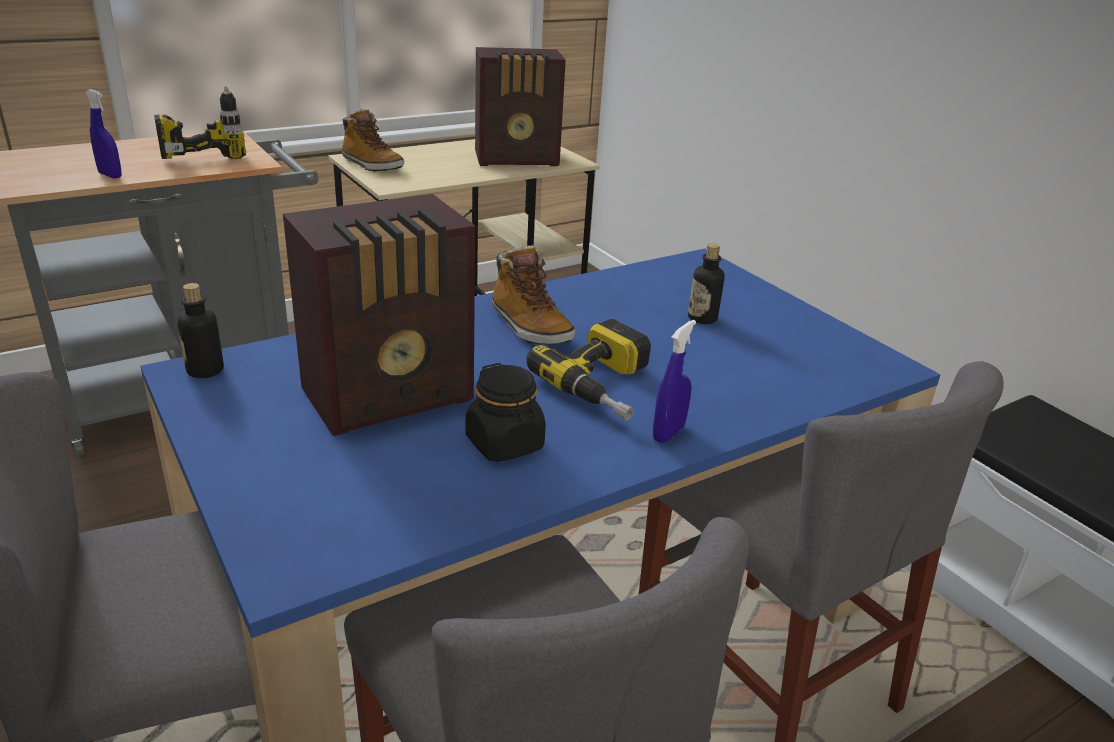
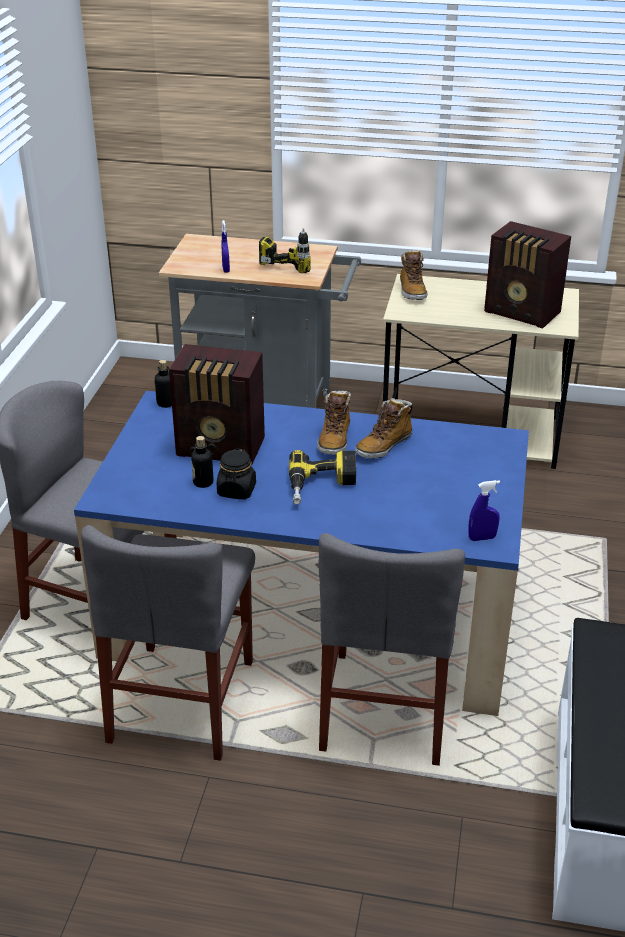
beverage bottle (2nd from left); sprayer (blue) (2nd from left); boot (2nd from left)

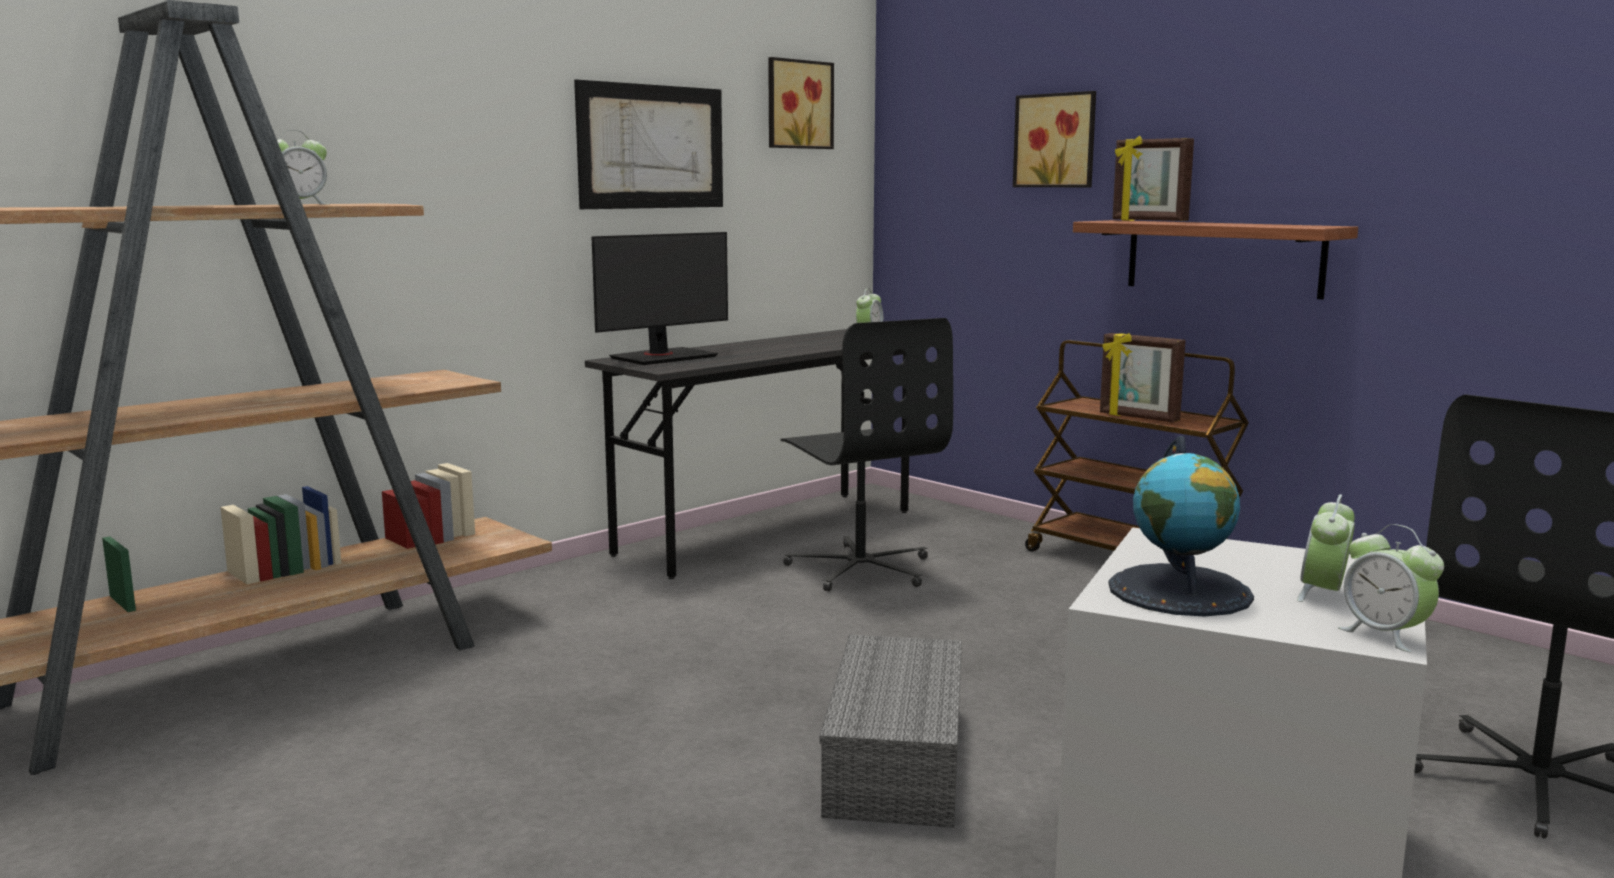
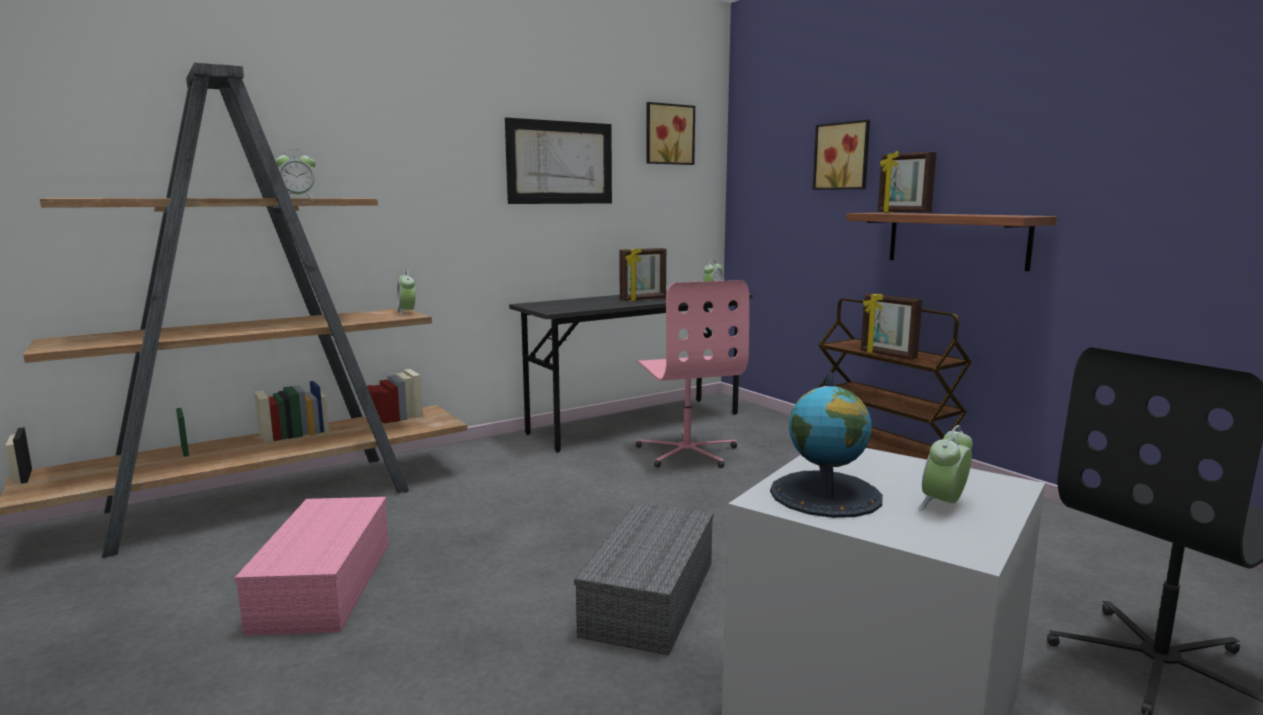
computer screen; desk chair (pink-coloured); table clock (2nd from left); standing frame (1st from left); storage box (pink-coloured)

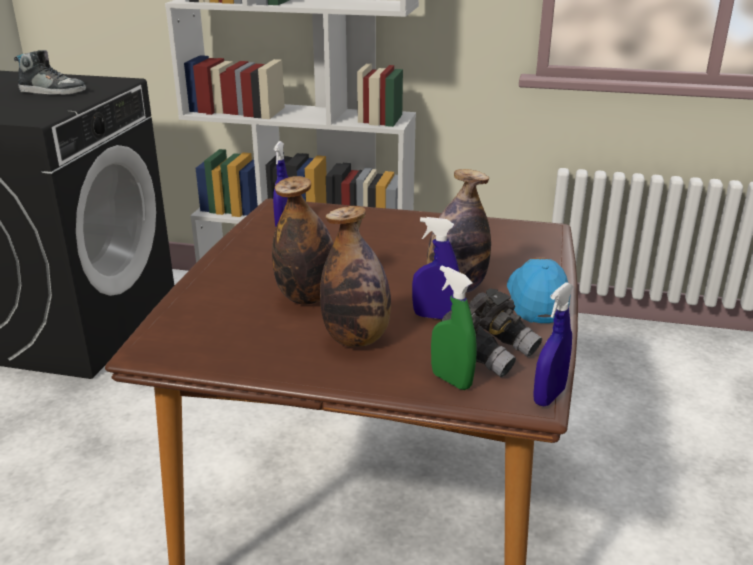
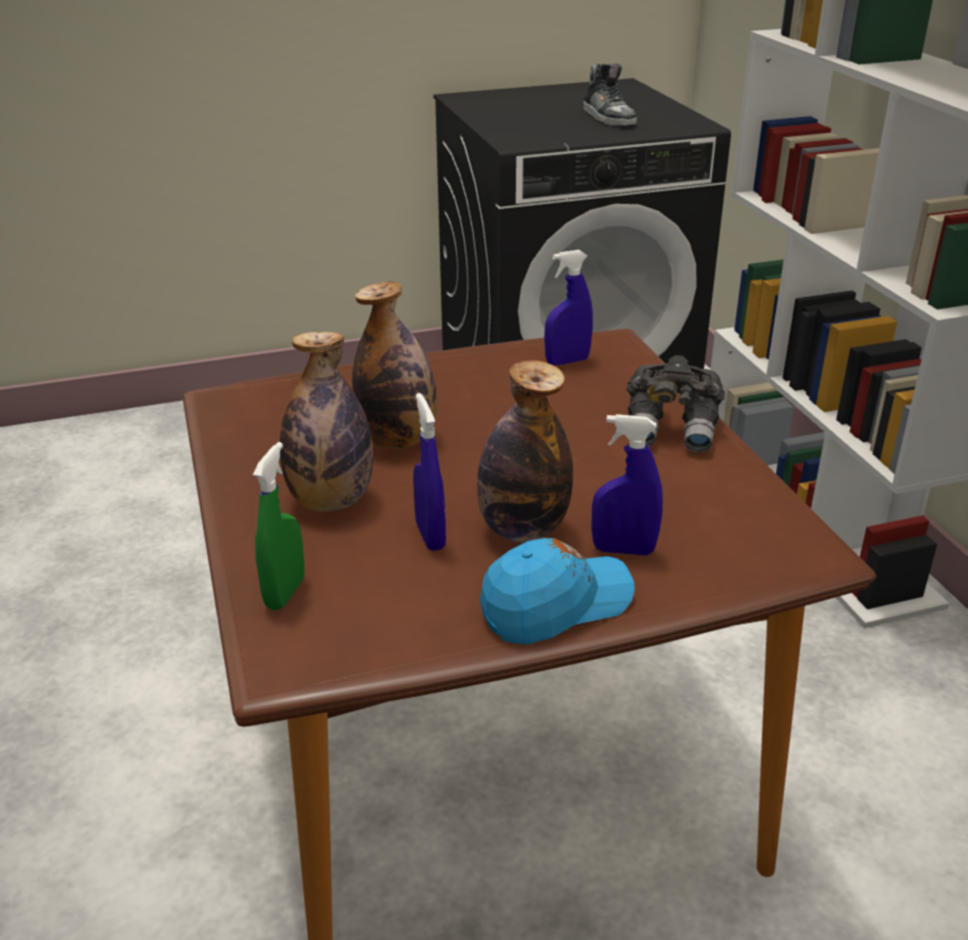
sprayer (blue) (3rd from left); binoculars (gray)

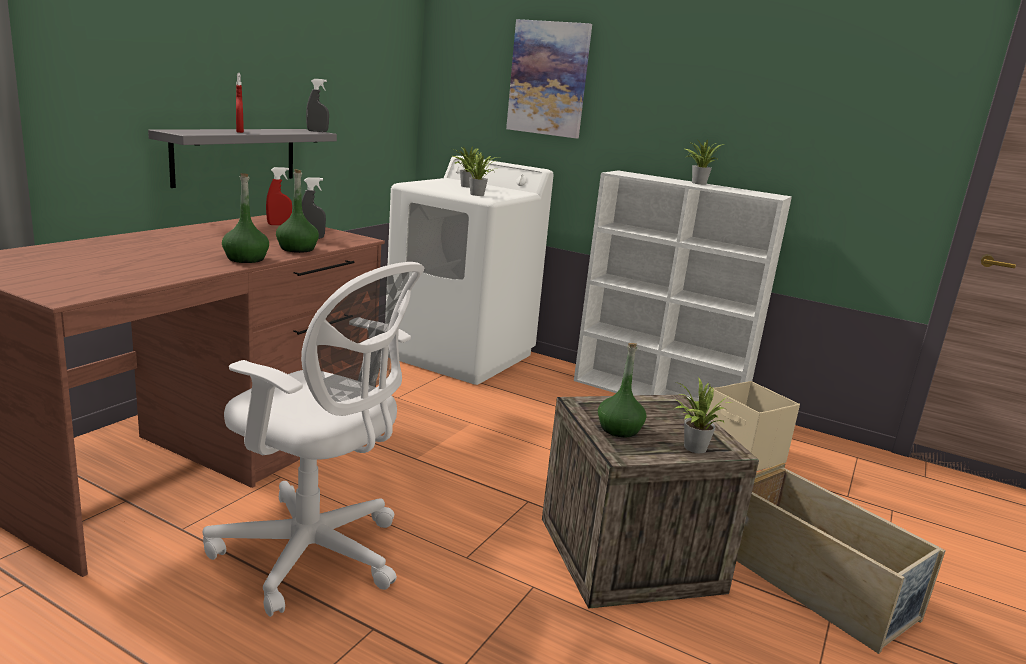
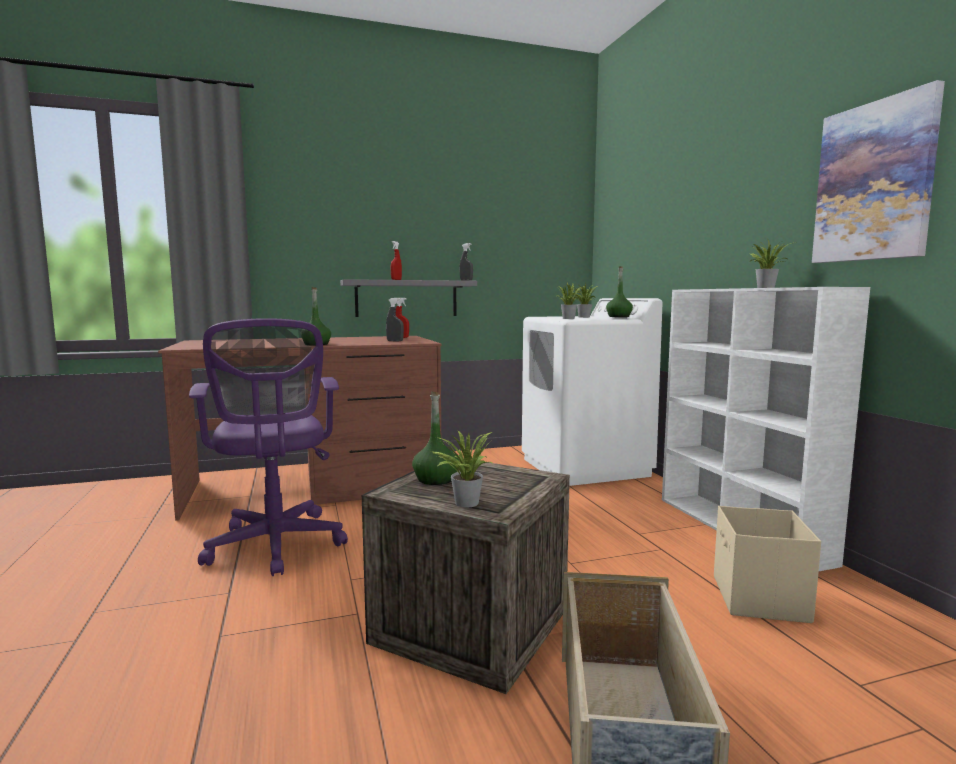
wall picture; beverage bottle (greenish) (3rd from left); desk chair (purple)

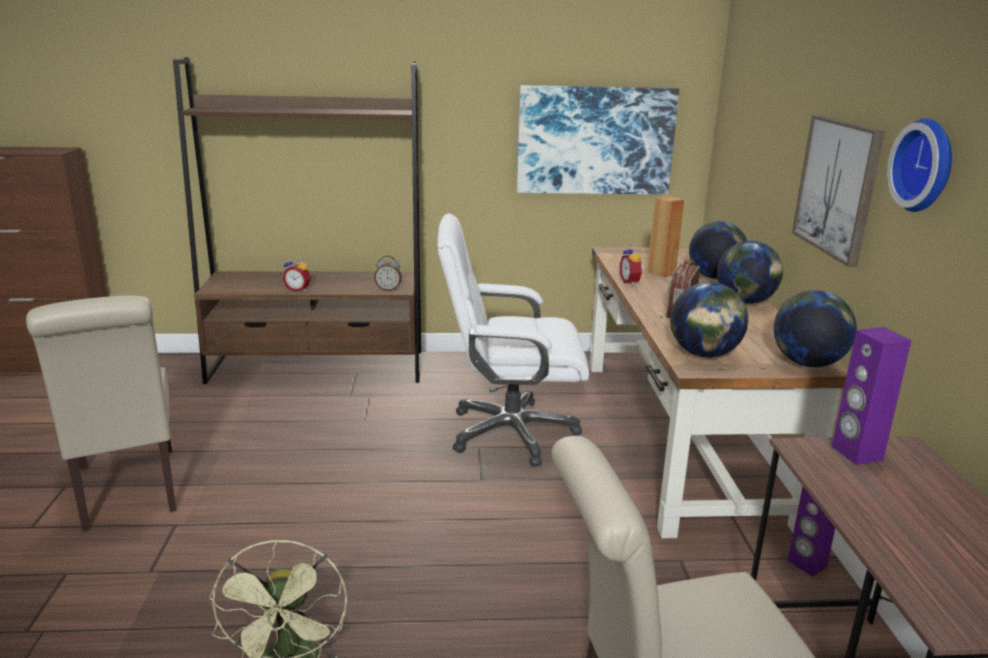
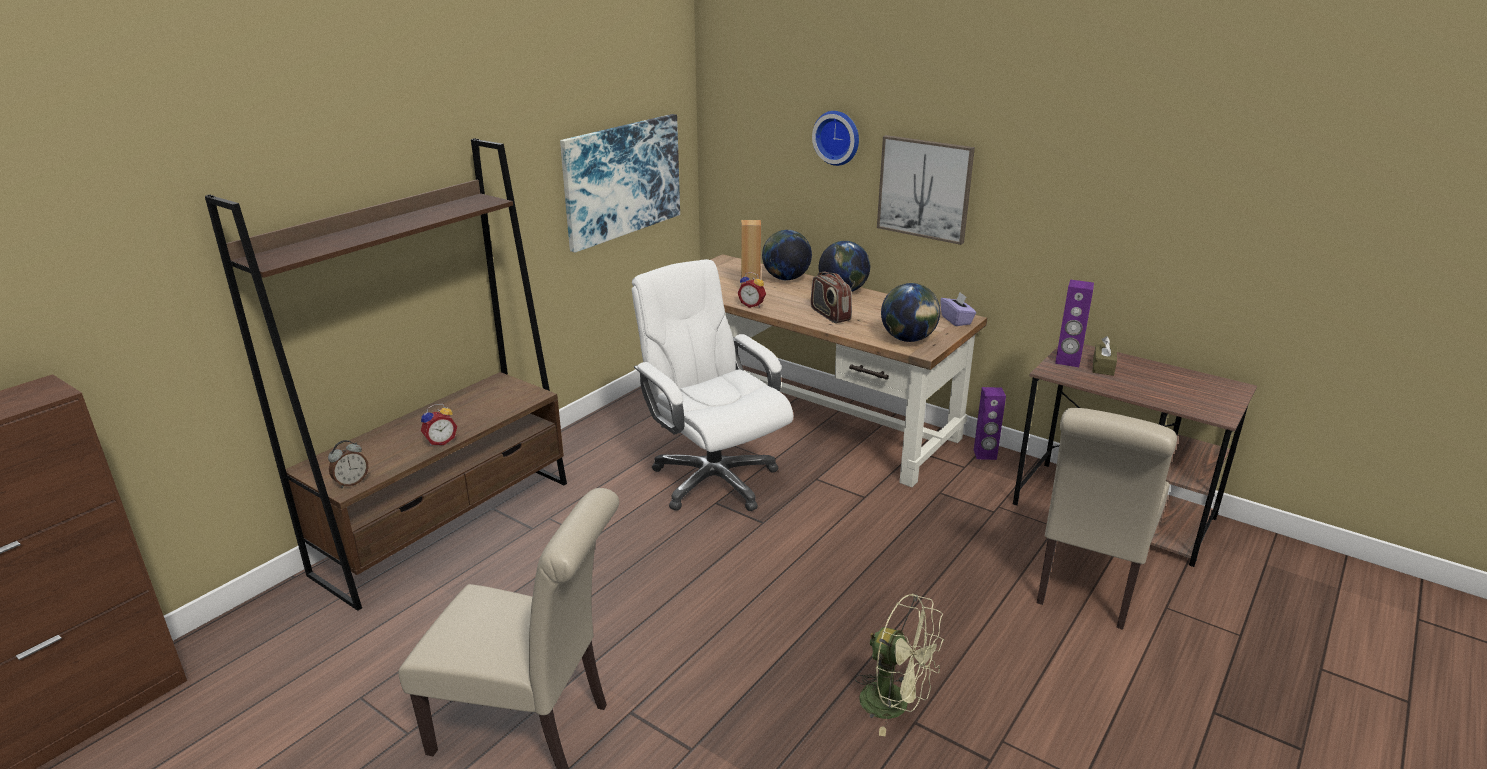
clock on the wall; desk chair (whitish); table clock (1st from left); tissue box (purple); tissue box (brown)

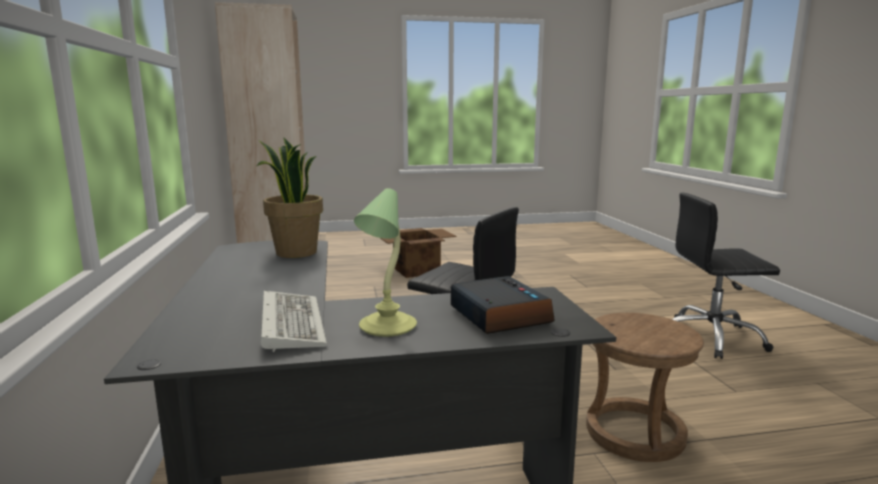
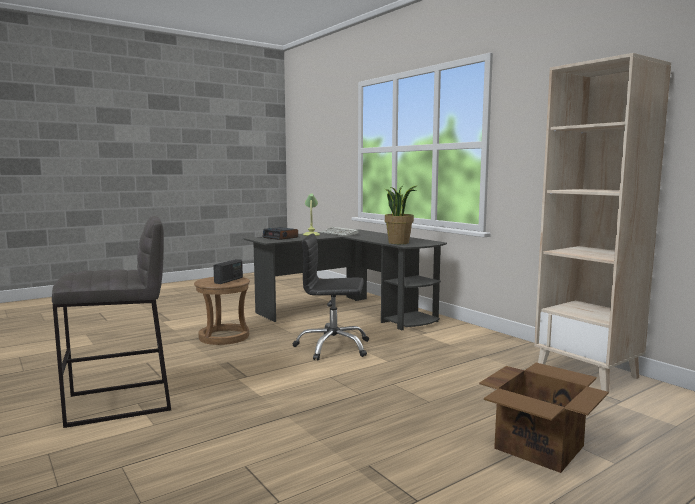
sitting stool (gray); radio receiver

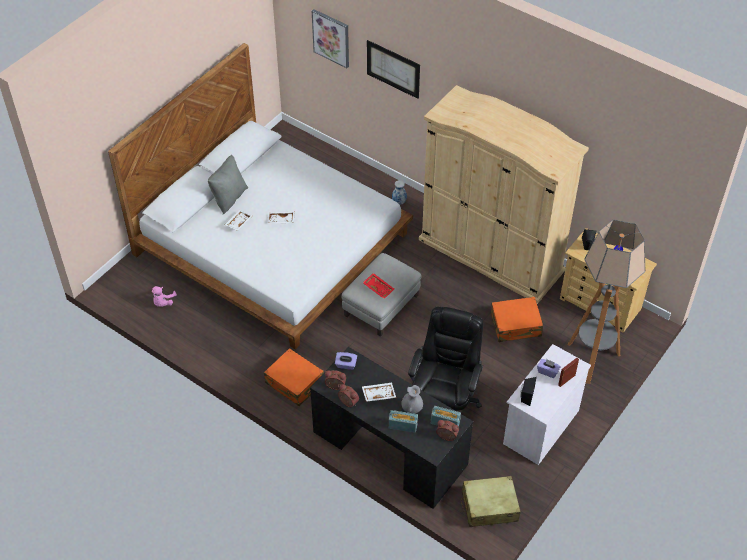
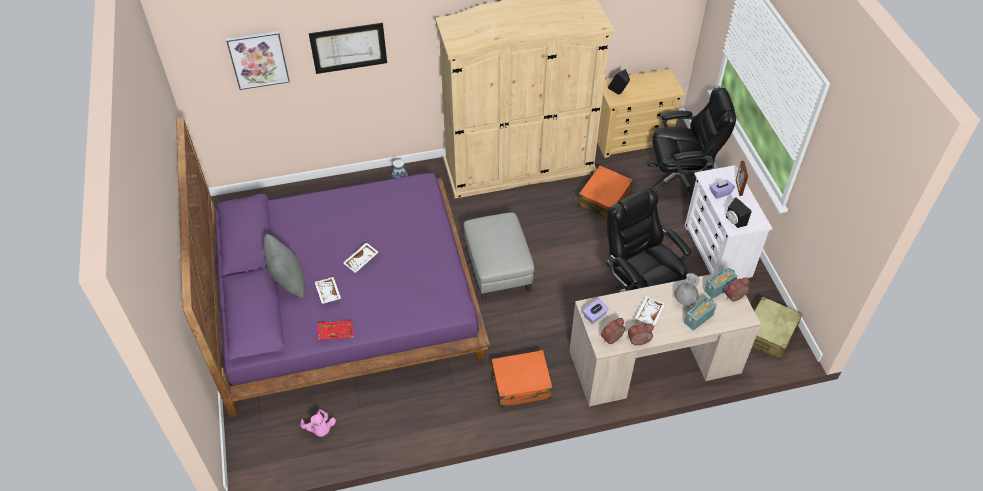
sleeping bed (purple); desk chair (black) (2nd from left); carrying tray (red-coloured); desk unit (beige)

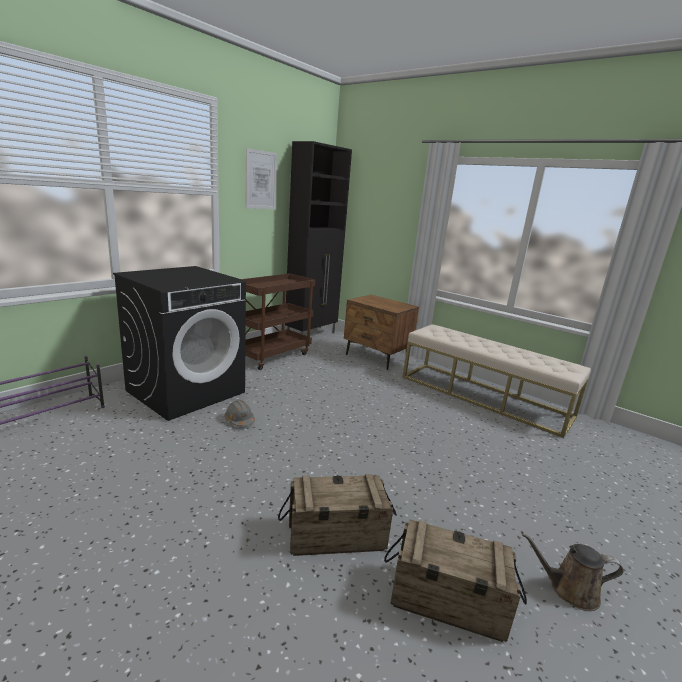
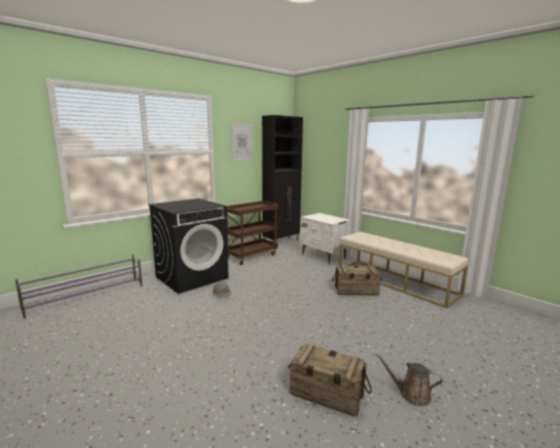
bedside table (whitish); packing crate (2nd from left)

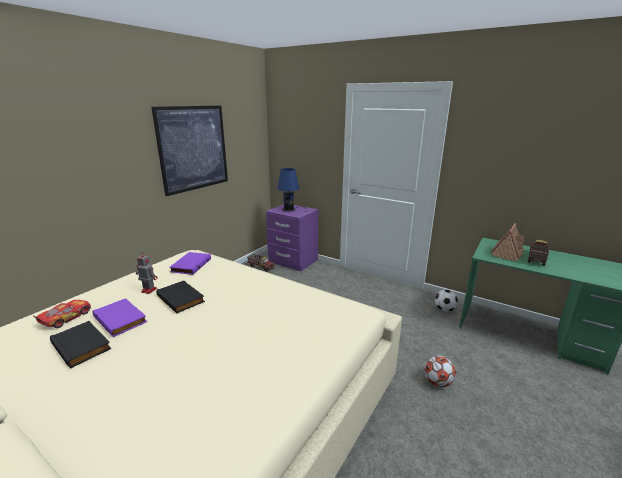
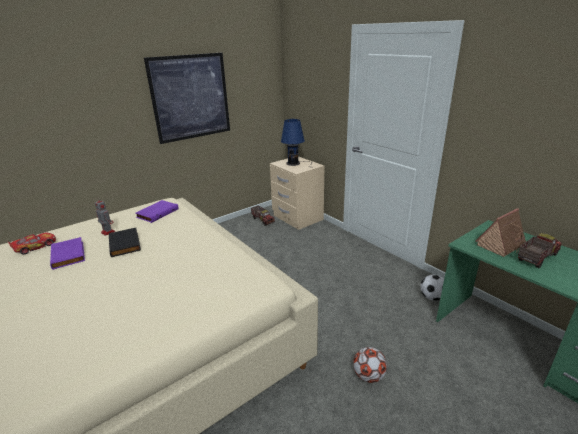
bedside table (beige); book (black) (1st from left in the first image)

